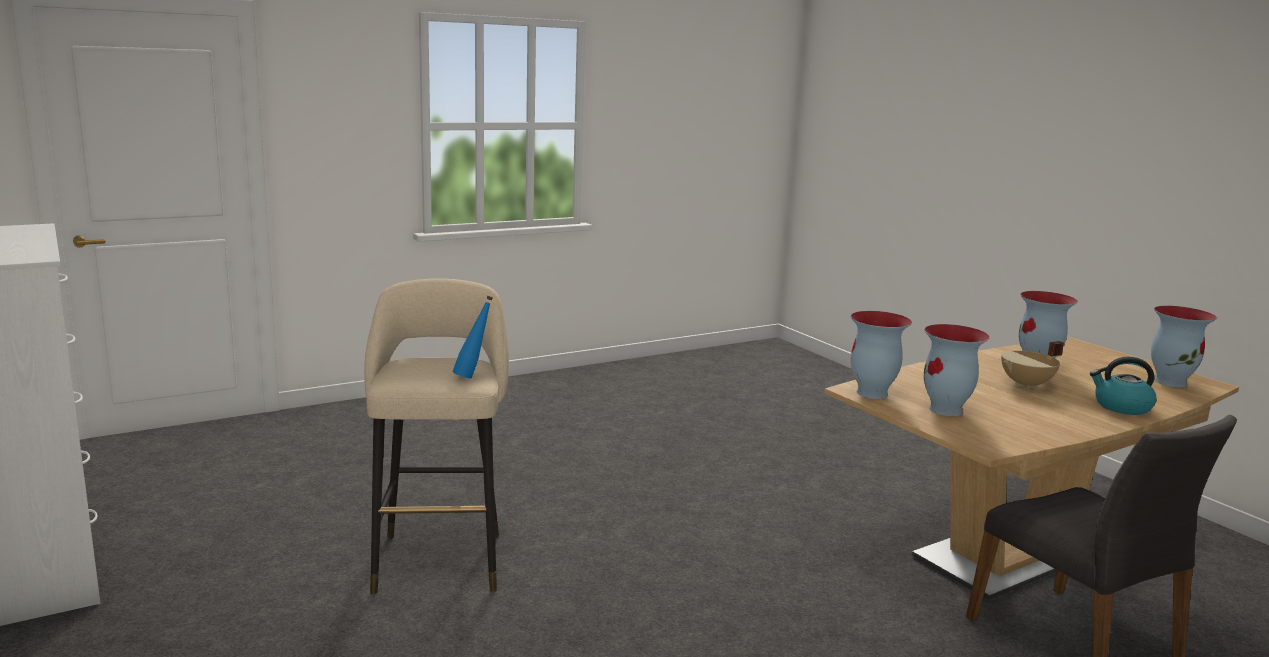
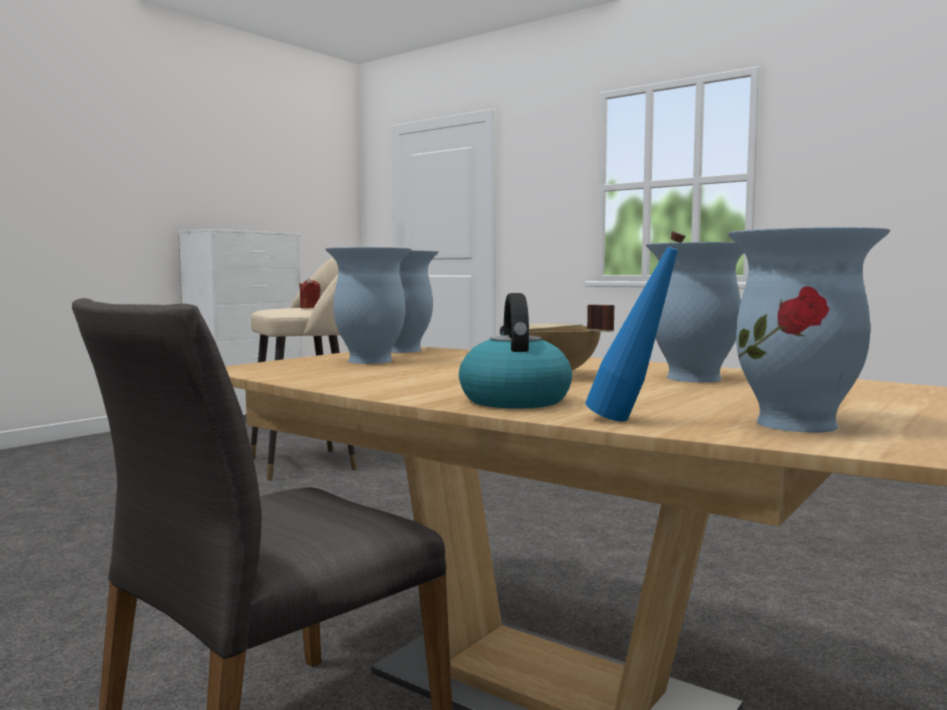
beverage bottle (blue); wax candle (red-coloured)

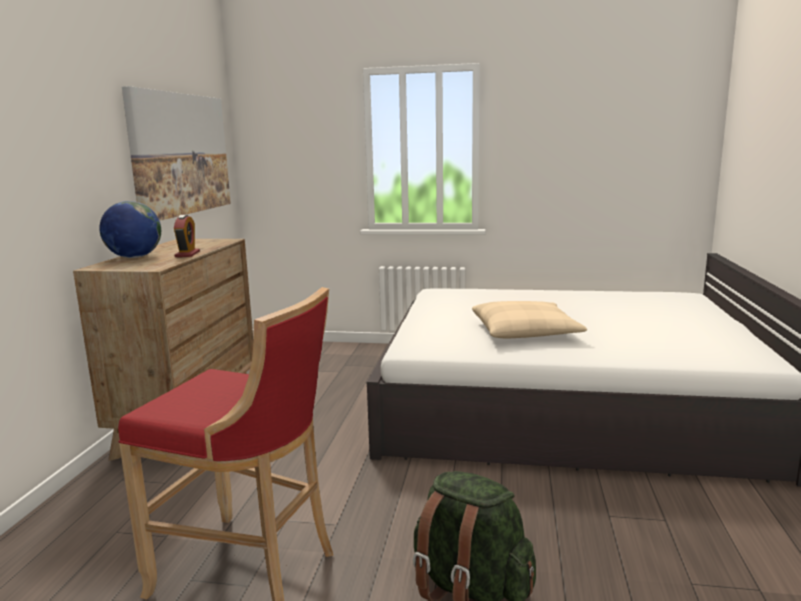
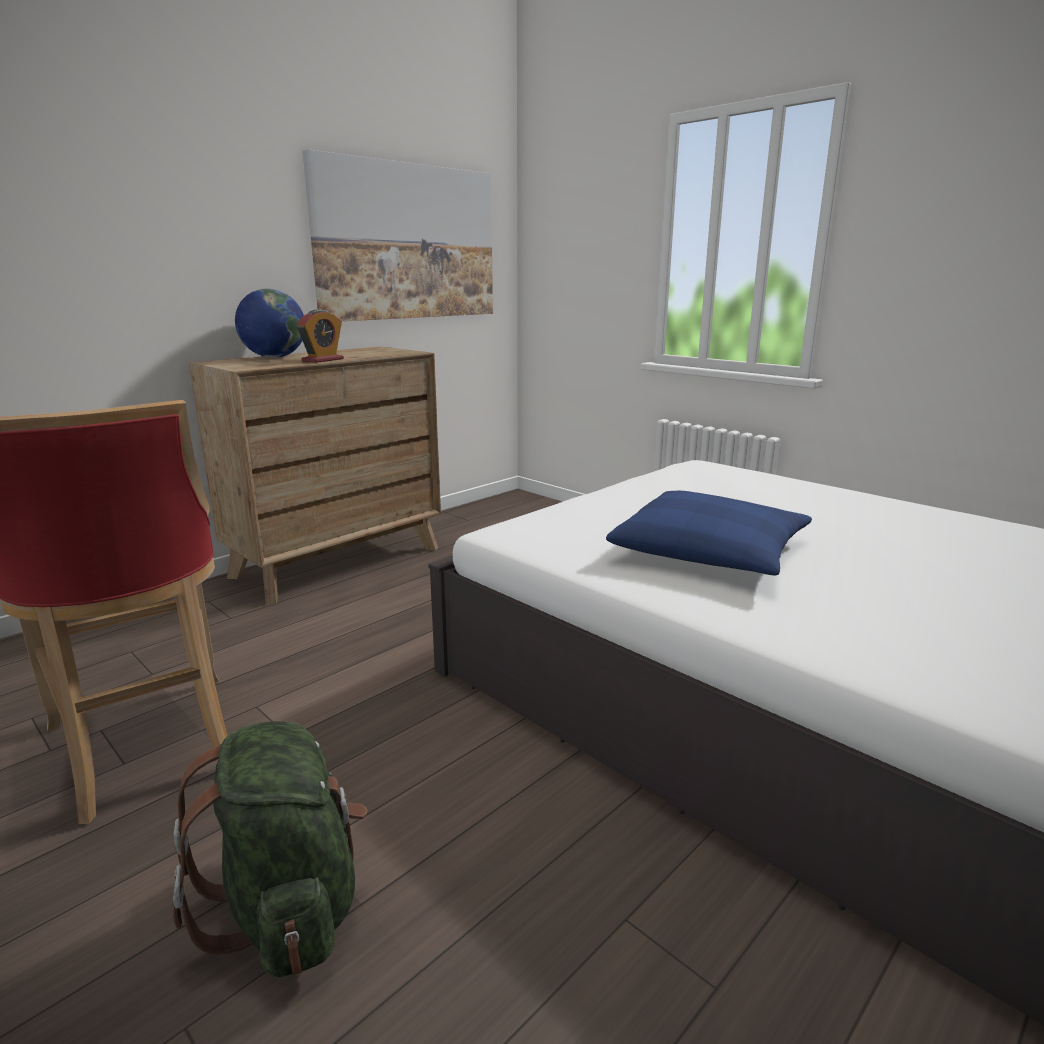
pillow (blue)

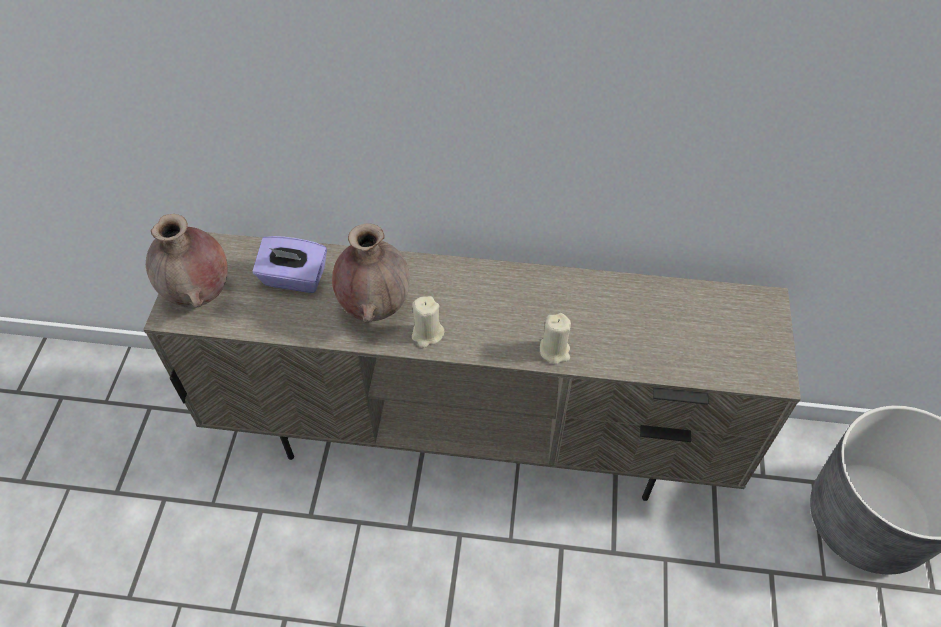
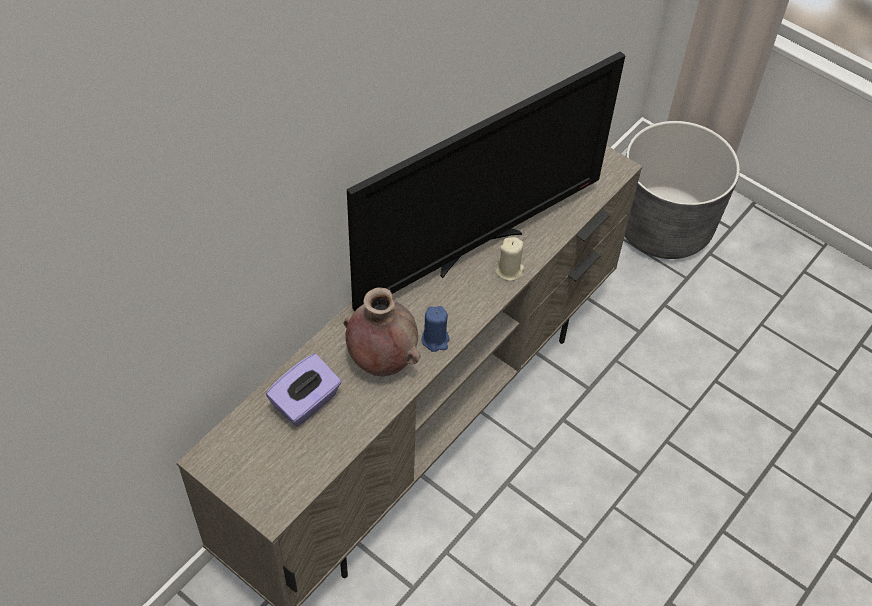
vase (brown) (1st from left in the first image); wax candle (blue); TV

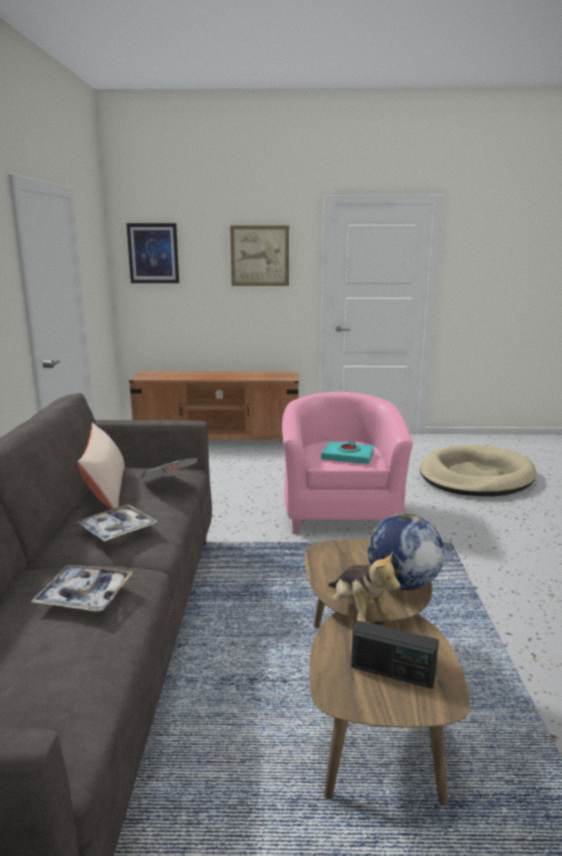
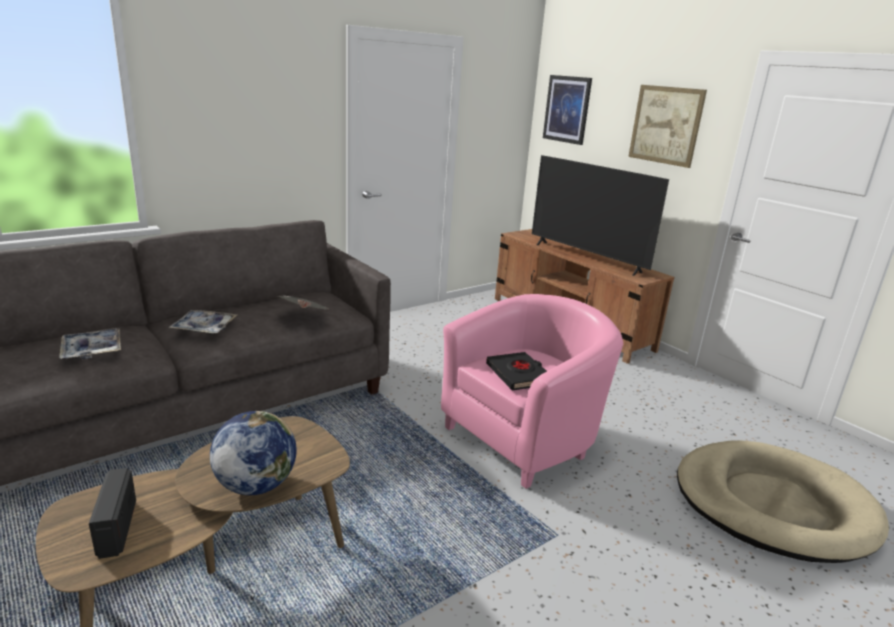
pillow (beige); book (black); cuddly toy; TV

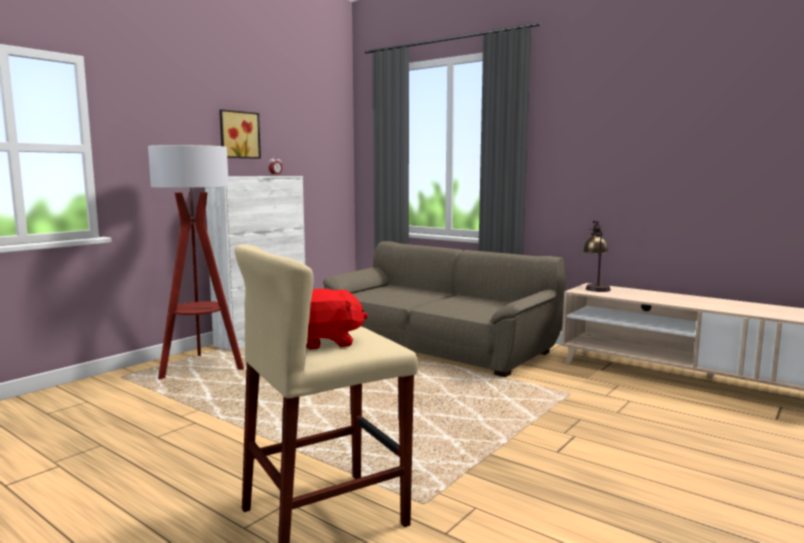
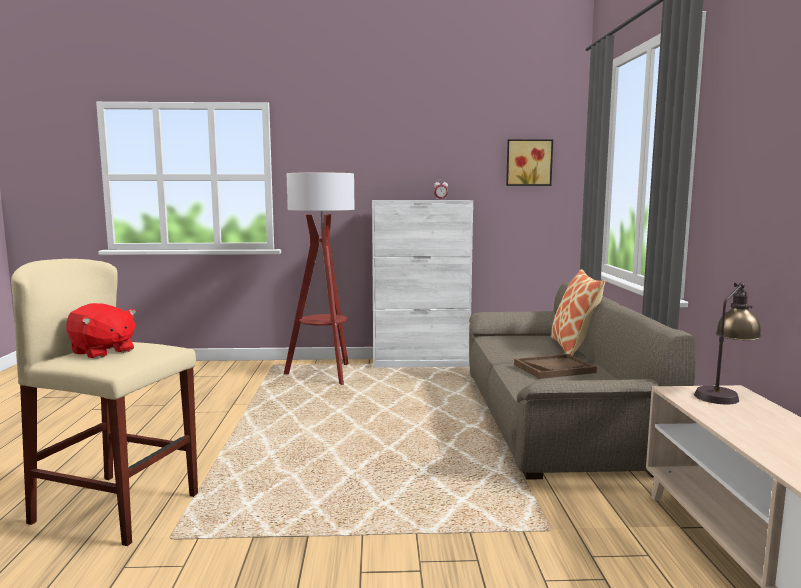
wall picture; pillow; carrying tray (brown)

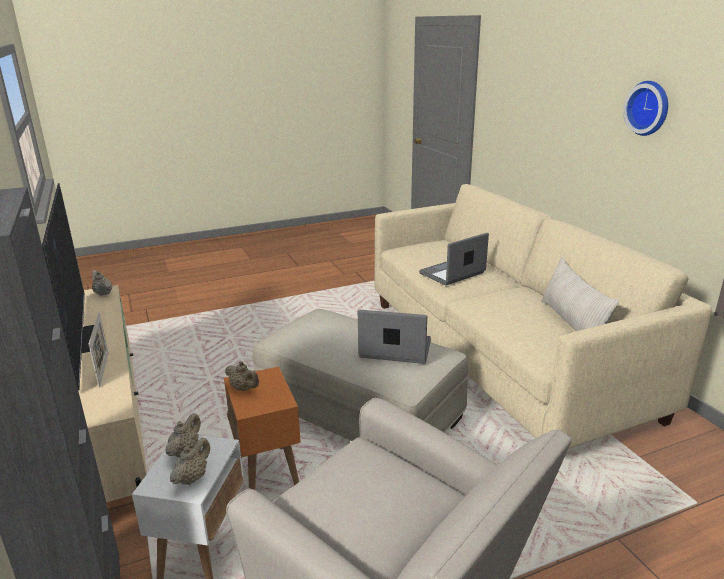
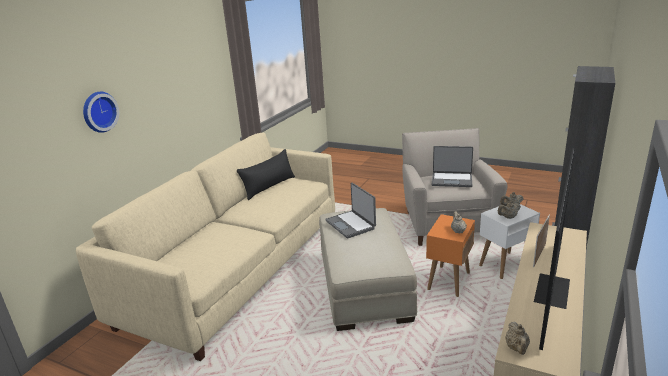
clock on the wall; portable computer (2nd from left); pillow (black)

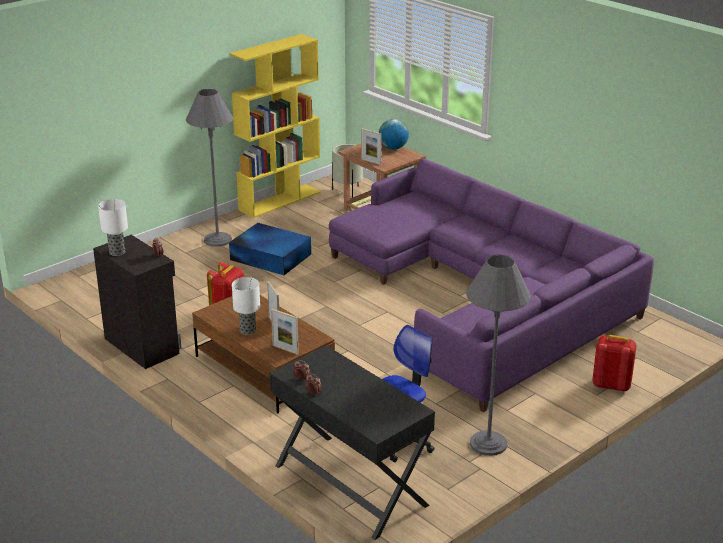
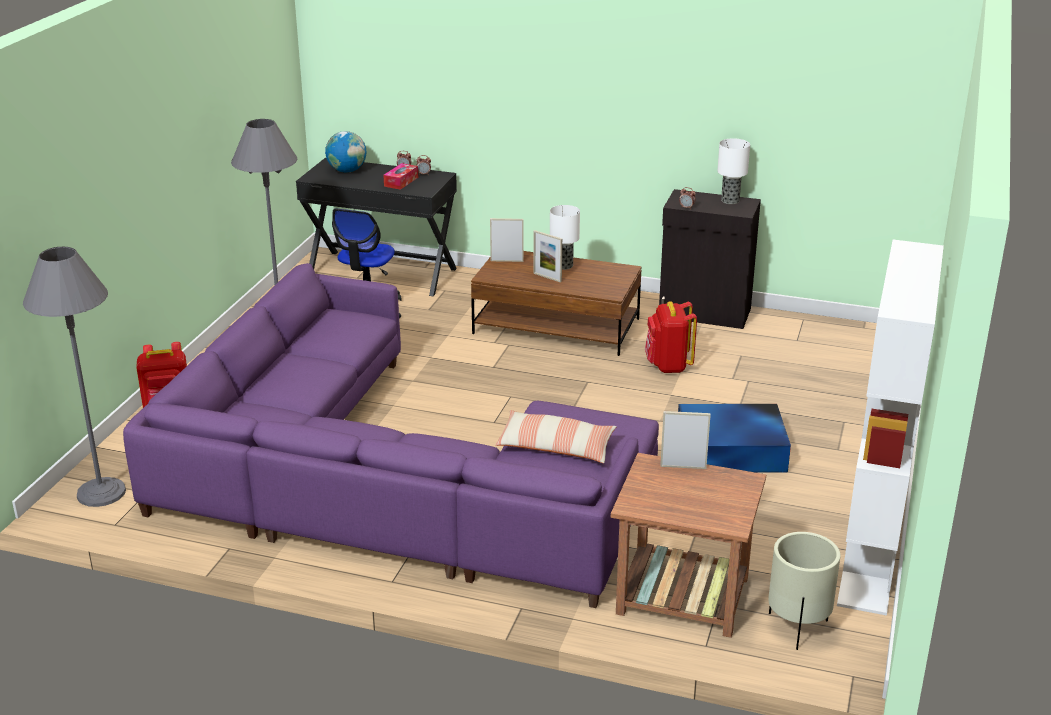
shelving unit (whitish); standing lamp (gray) (1st from left); world globe; tissue box; pillow

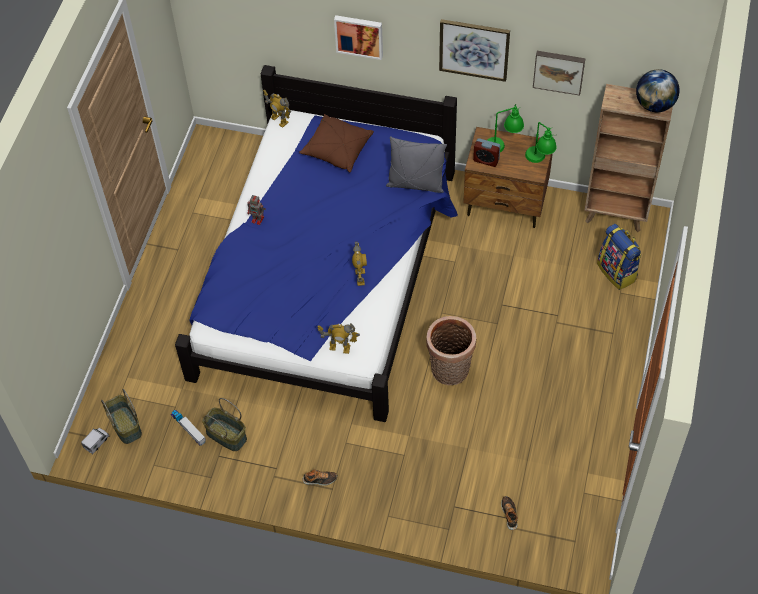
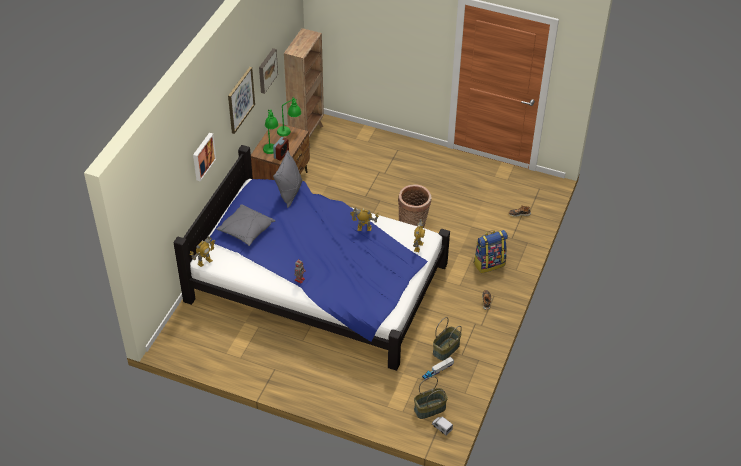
world globe; pillow (gray) (1st from left); knapsack

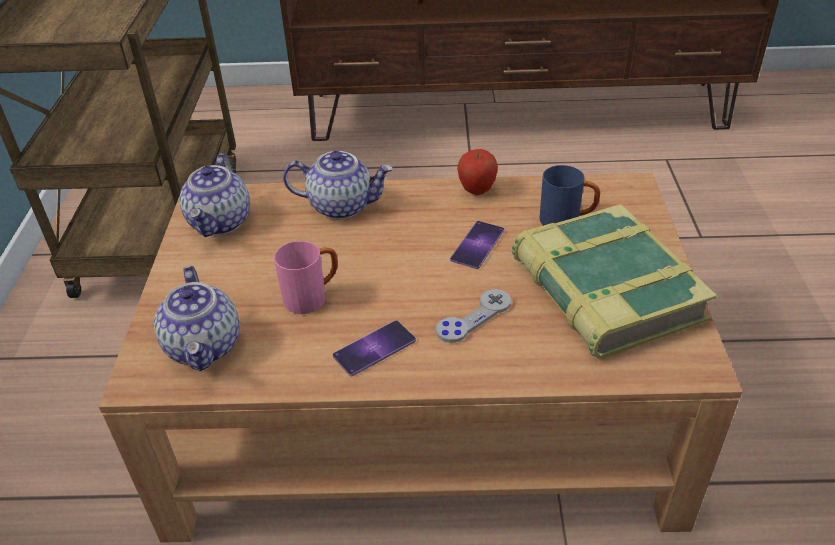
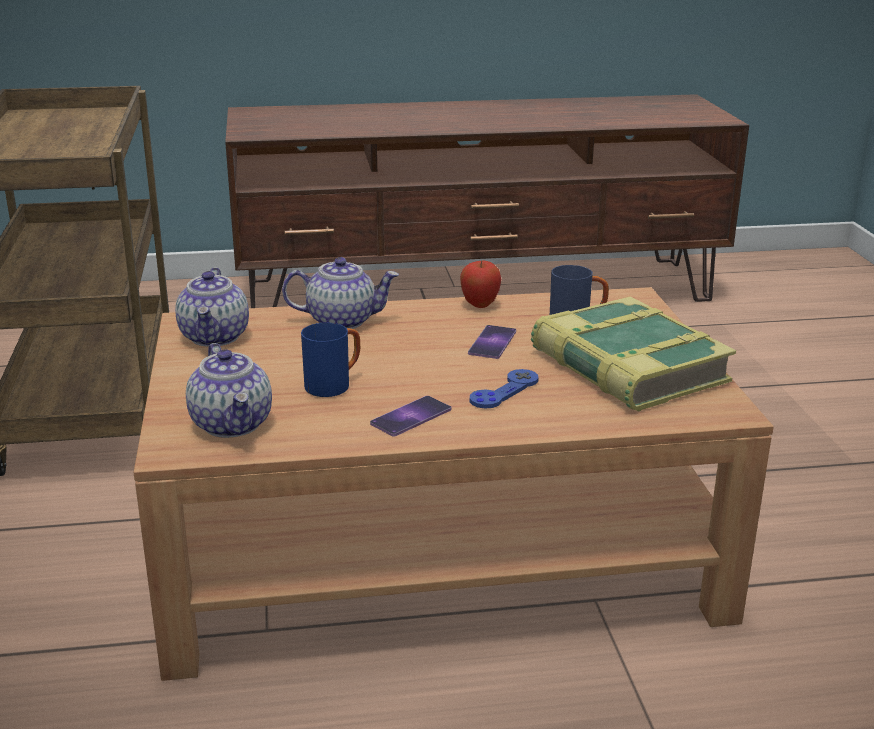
mug (blue) (1st from left); game controller (blue)

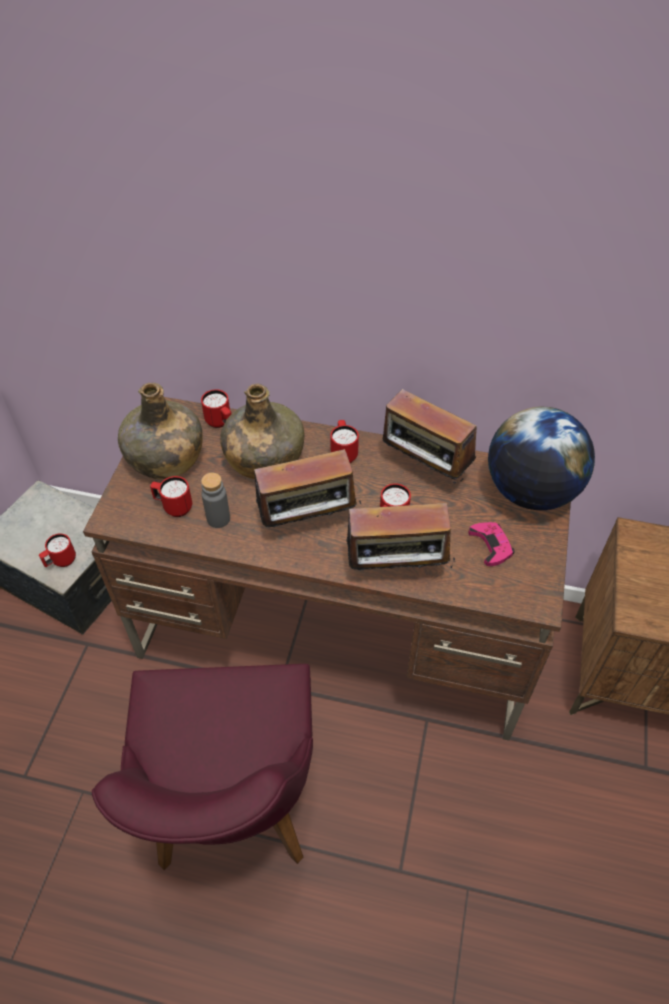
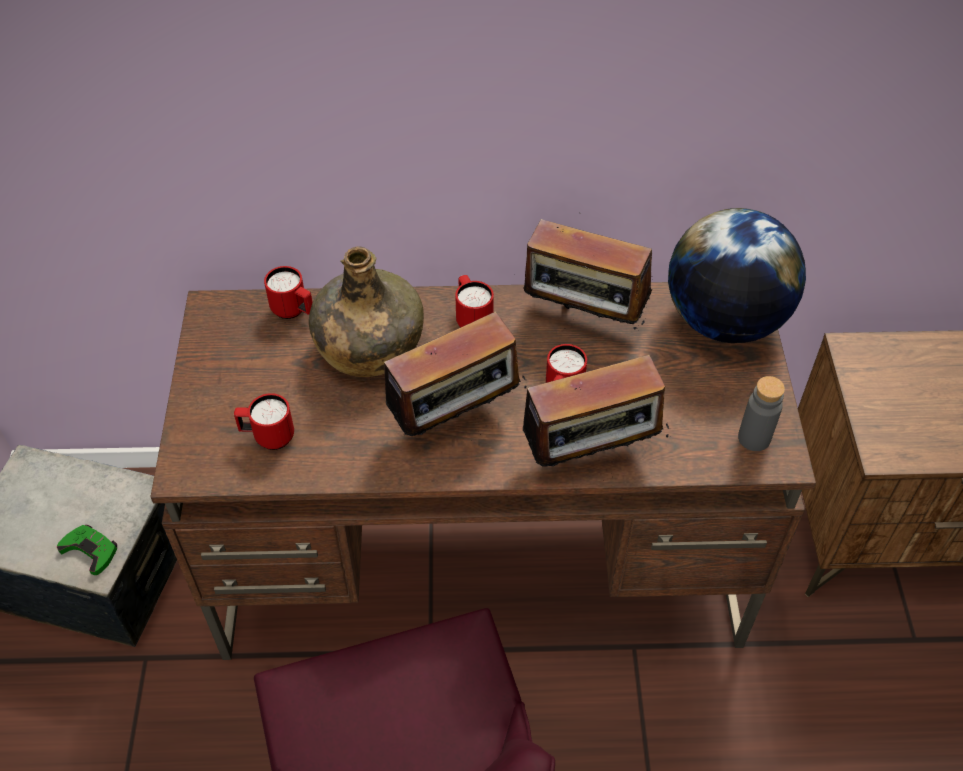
beverage bottle (greenish) (1st from left in the first image); beverage bottle (gray); game controller (pink-coloured); game controller (greenish)

